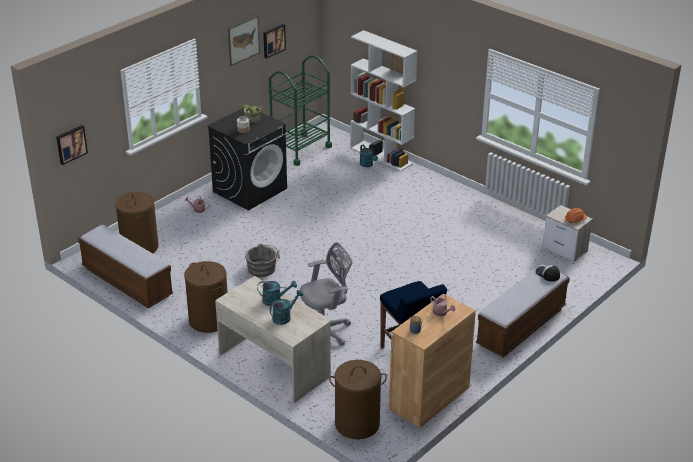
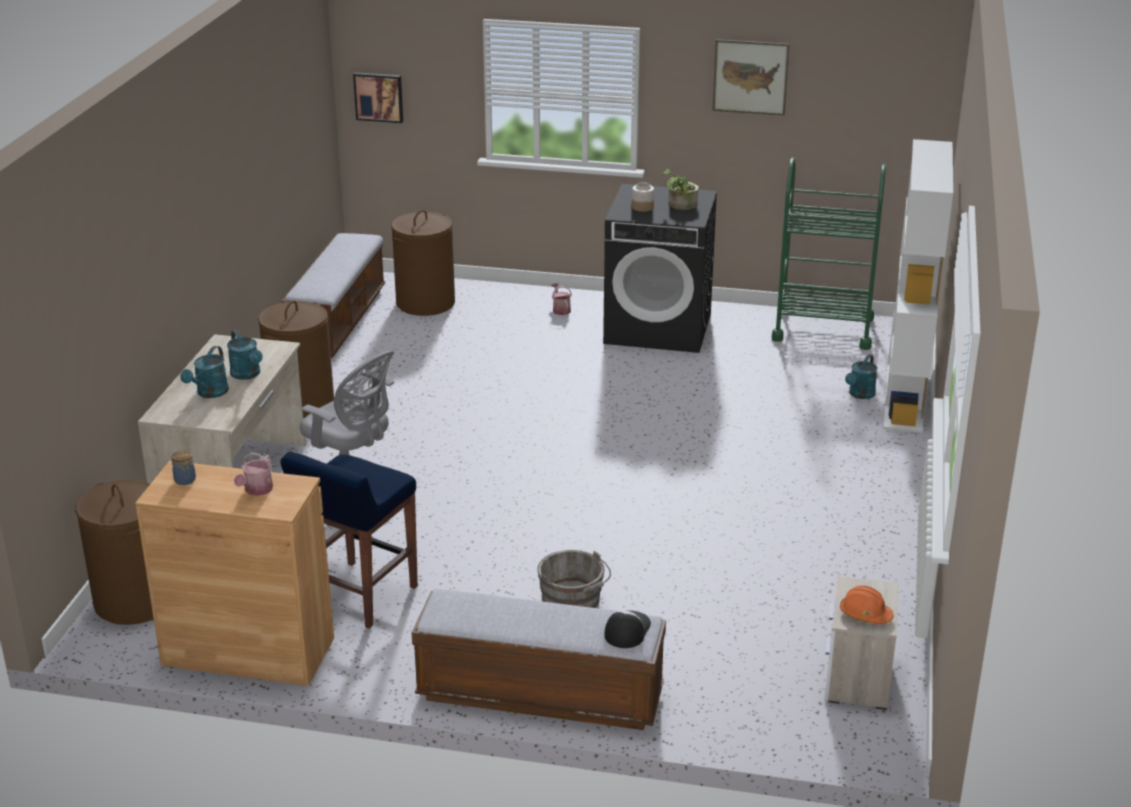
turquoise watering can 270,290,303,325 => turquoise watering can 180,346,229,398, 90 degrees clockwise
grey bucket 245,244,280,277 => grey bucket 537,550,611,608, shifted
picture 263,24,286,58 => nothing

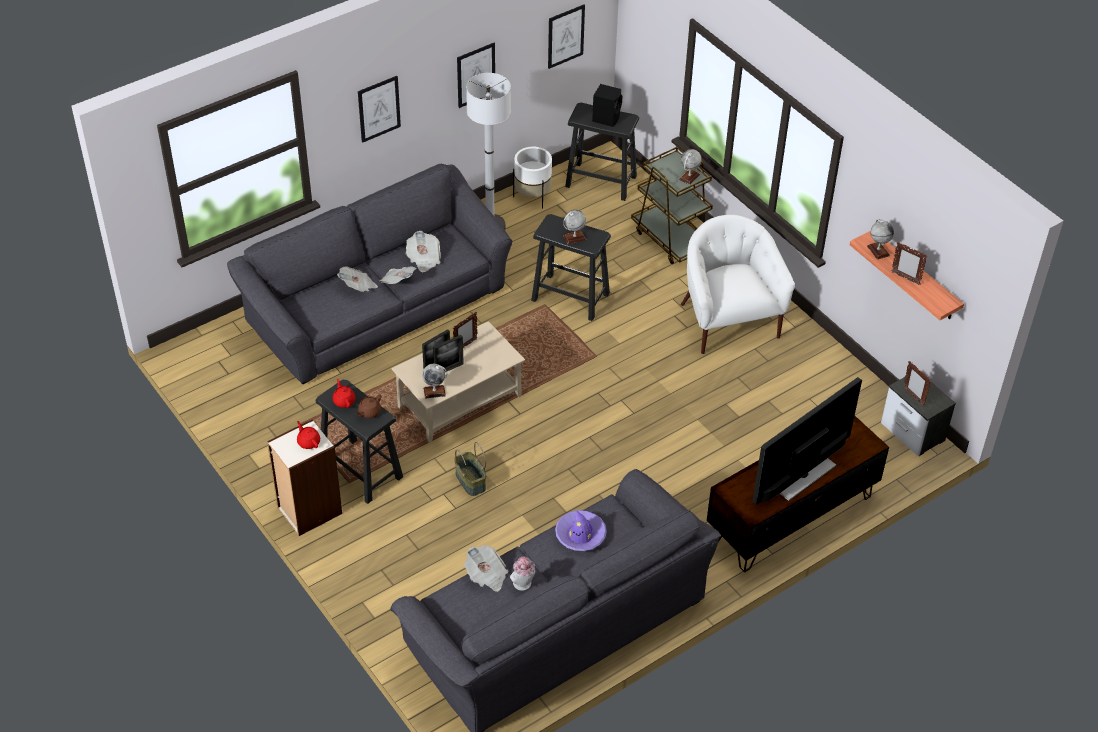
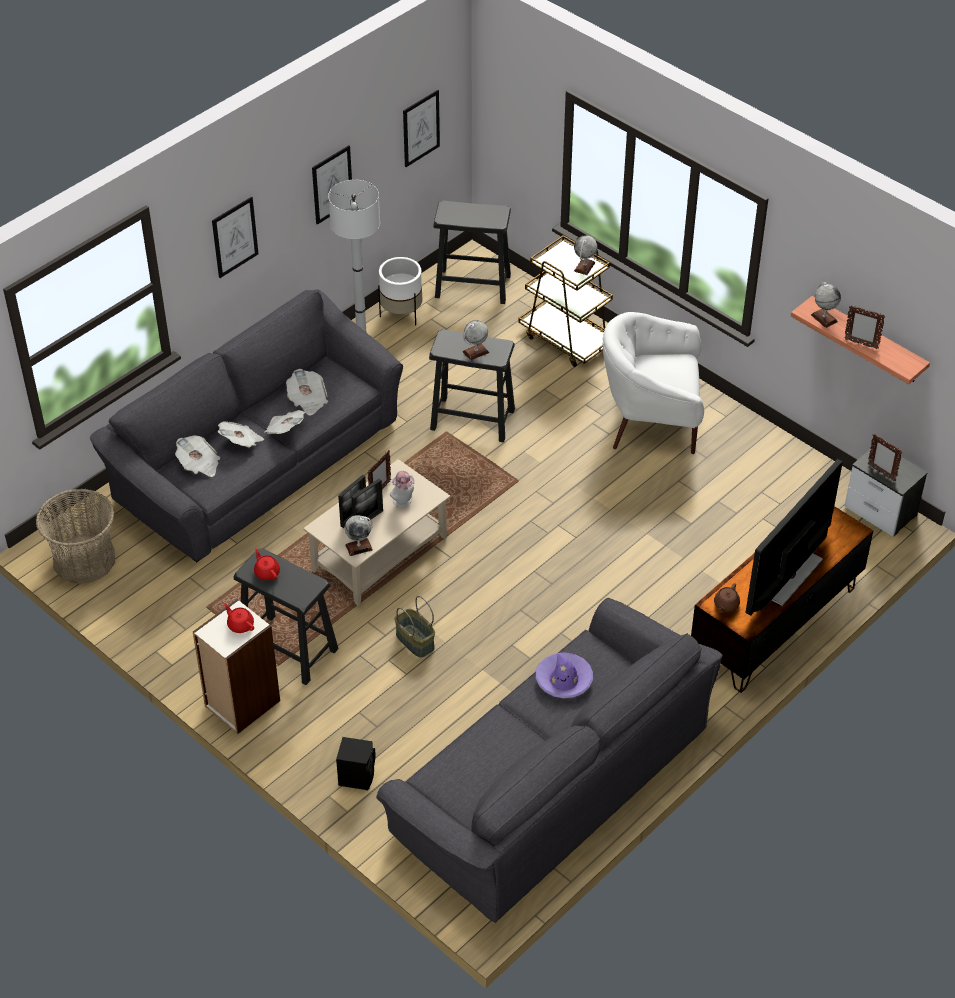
nothing => basket 36,489,115,584
newspaper 464,545,508,592 => newspaper 175,435,220,477, shifted
black speaker 592,84,623,127 => black speaker 336,737,376,790, shifted
hat 510,557,535,591 => hat 390,471,414,508, shifted
white armchair 681,215,795,354 => white armchair 603,312,704,454, 60 degrees counterclockwise
brown teapot 356,395,382,418 => brown teapot 714,583,740,612, shifted

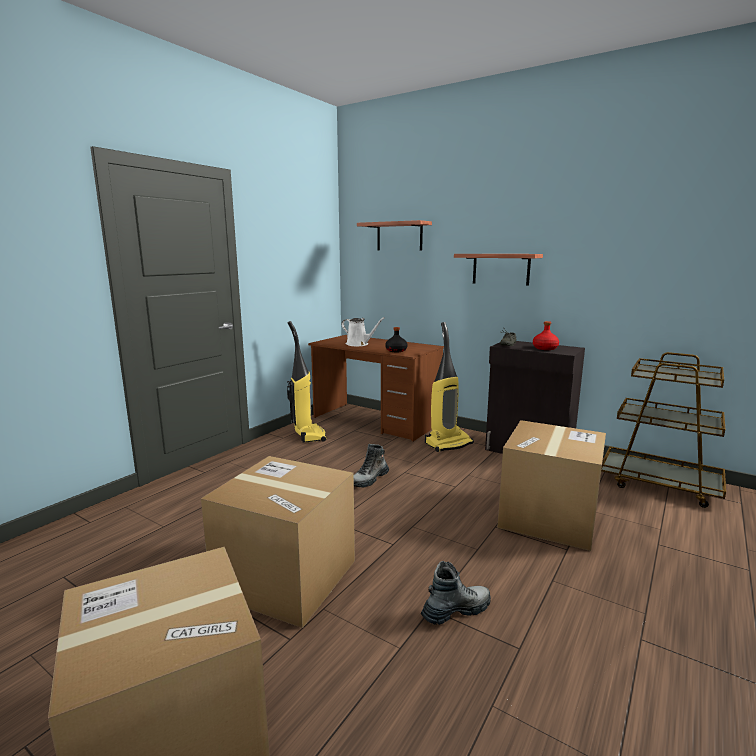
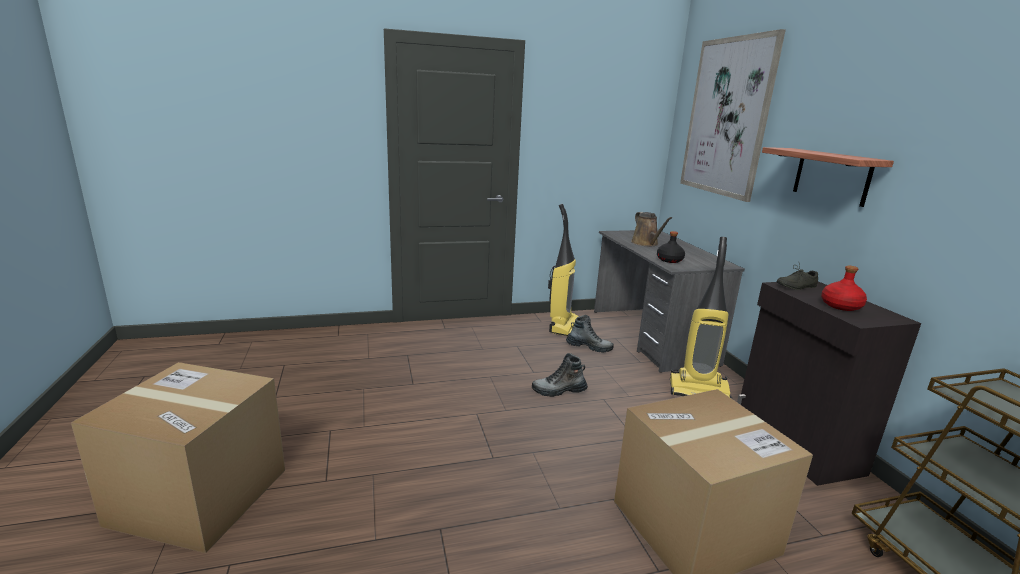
boot 421,561,491,625 => boot 566,315,613,353, shifted
brown desk 308,335,444,442 => grey desk 594,230,745,373
white watering can 341,317,385,346 => brown watering can 631,212,672,246
shelf 357,220,432,251 => picture 680,29,786,202
cardboard box 201,456,355,628 => nothing

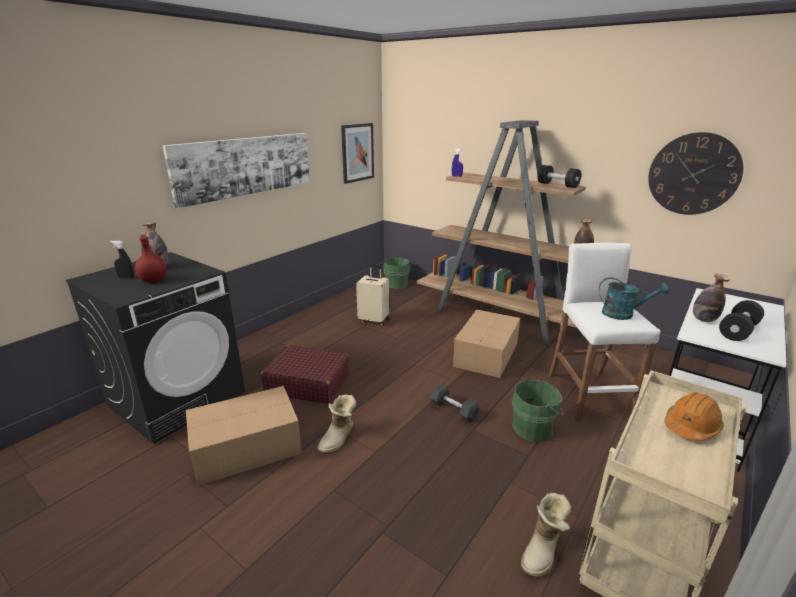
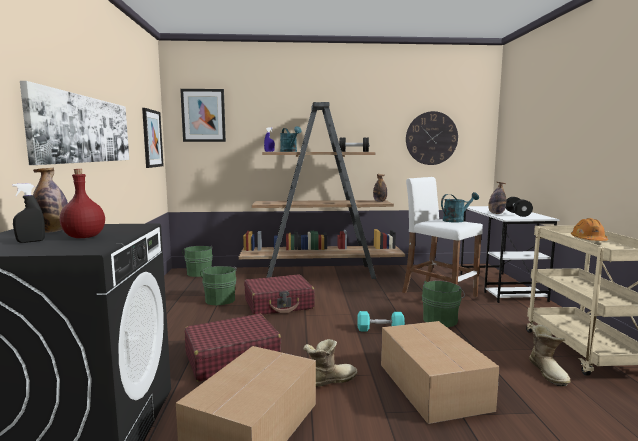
nothing => picture 180,89,226,142
beige suitcase 356,265,389,326 => green bucket 200,266,237,305
nothing => red suitcase 244,274,315,315
nothing => turquoise watering can 280,126,302,152
boot 317,395,356,454 => boot 303,339,358,387, 105 degrees counterclockwise
grey dumbbell 430,384,480,423 => turquoise dumbbell 357,311,405,331
cardboard box 453,310,520,378 => cardboard box 381,321,500,424, shifted

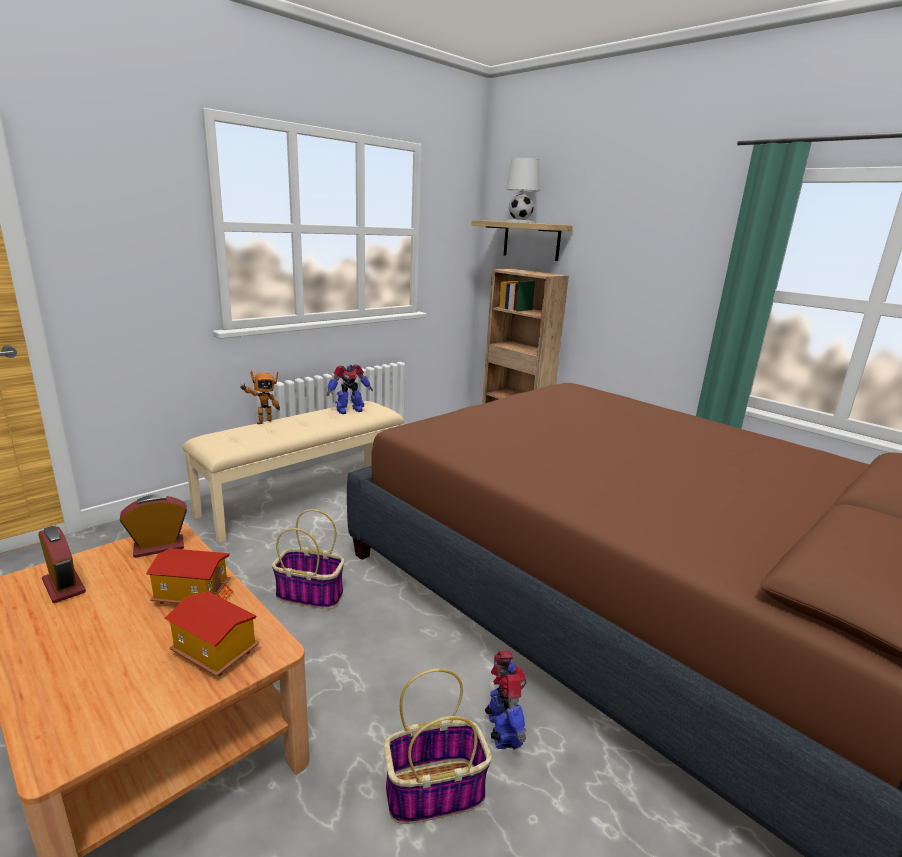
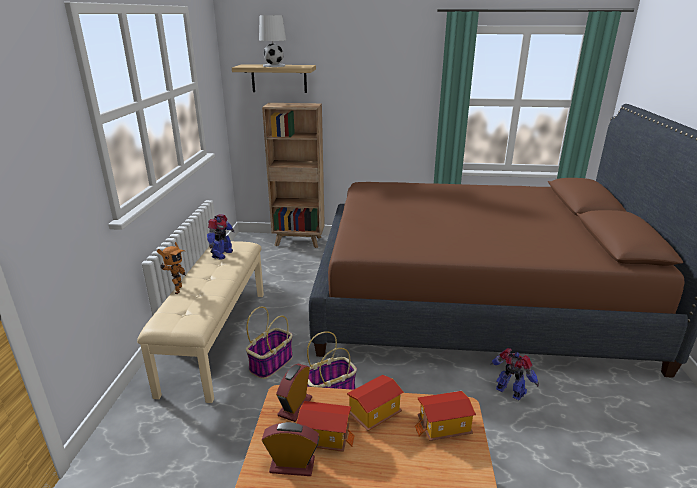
basket 384,669,492,824 => basket 246,307,293,379, shifted
nothing => toy house 297,401,355,452

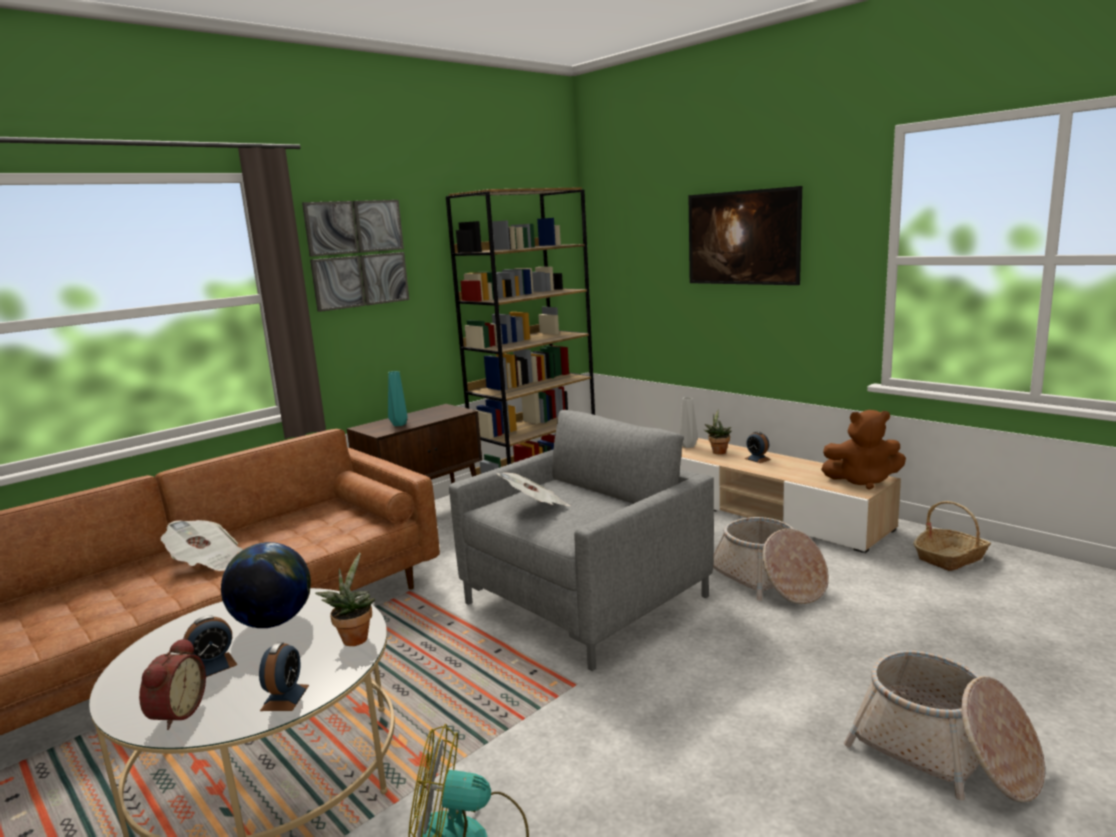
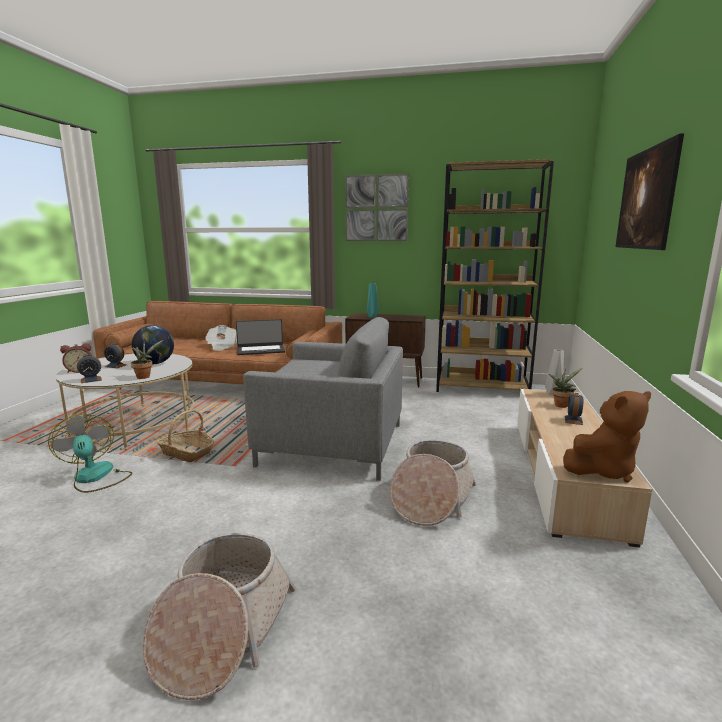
basket 913,501,991,571 => basket 156,410,214,462, shifted
nothing => laptop 236,319,285,355
brown plush toy 821,410,906,490 => brown plush toy 563,391,651,482, 90 degrees counterclockwise
newspaper 496,473,571,506 => nothing

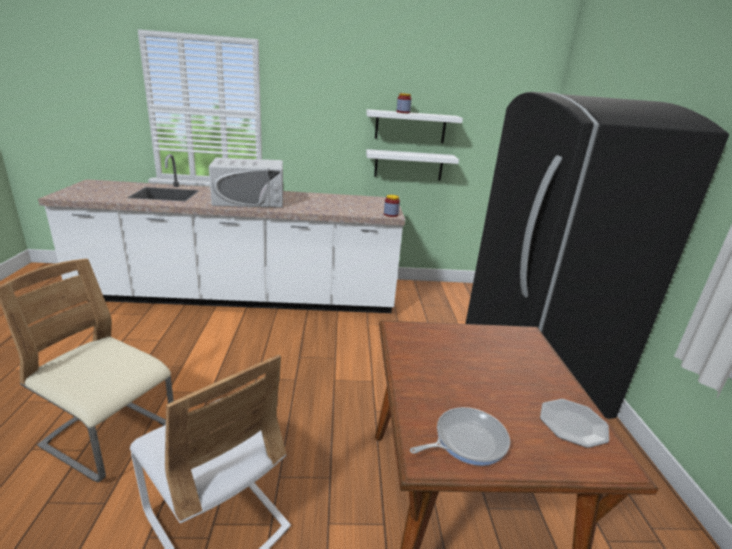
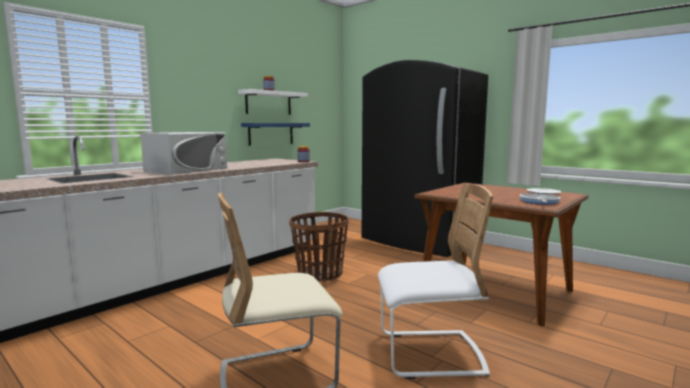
white shelf 366,149,459,181 => blue shelf 241,123,310,146
nothing => basket 290,212,349,281

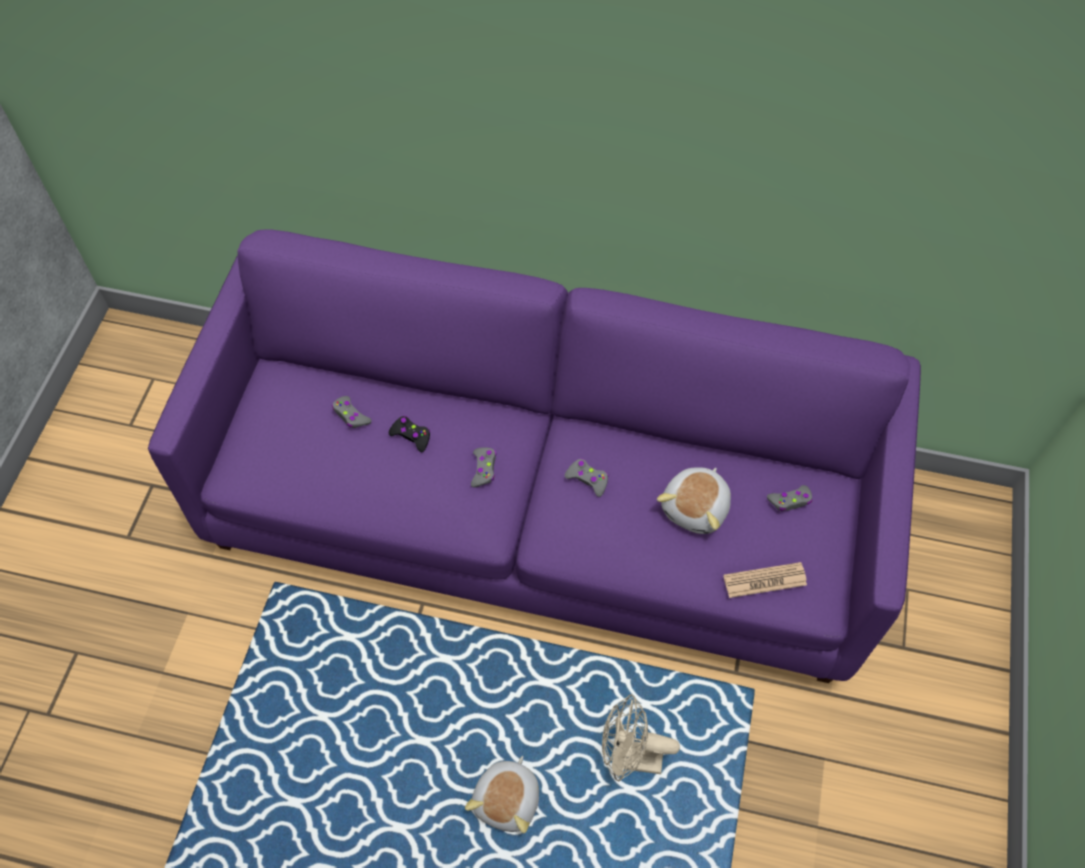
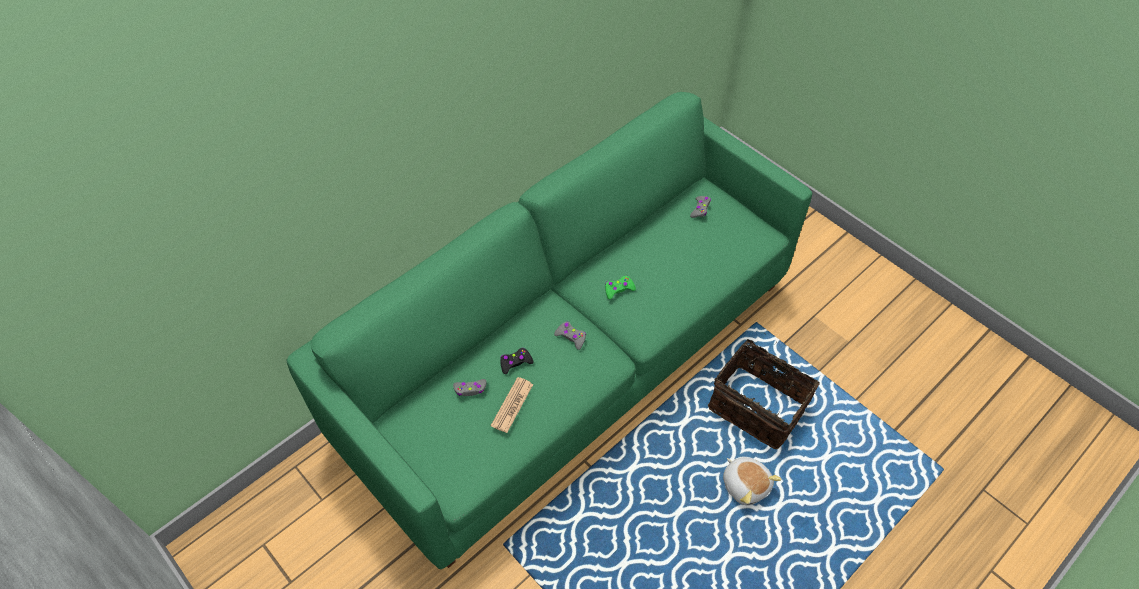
purple sofa 148,229,921,683 => green sofa 286,92,812,569
newspaper 723,562,807,598 => newspaper 491,377,533,433, shifted
grey game controller 565,458,608,497 => green game controller 605,275,636,299
beige fan 602,694,680,782 => basket 708,339,820,449
plush toy 657,467,731,534 => nothing

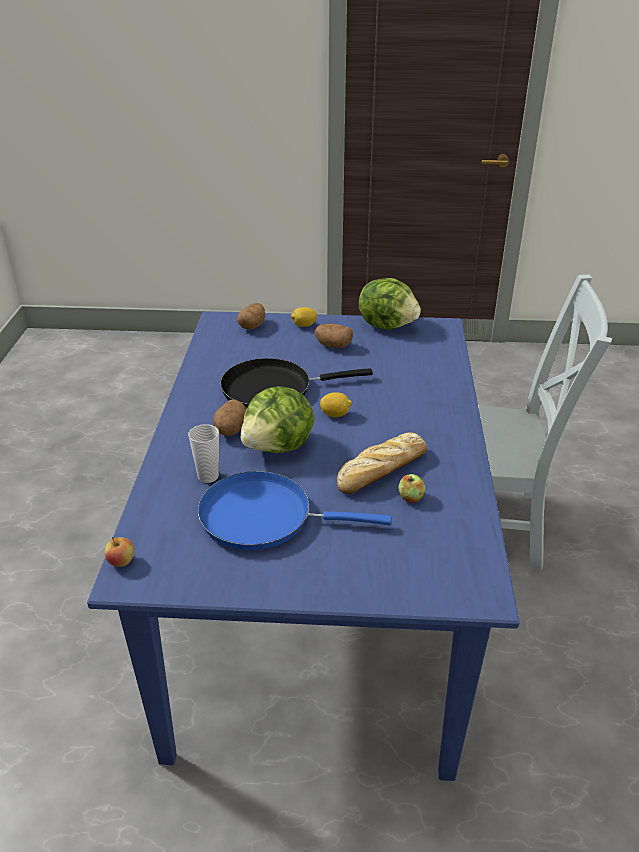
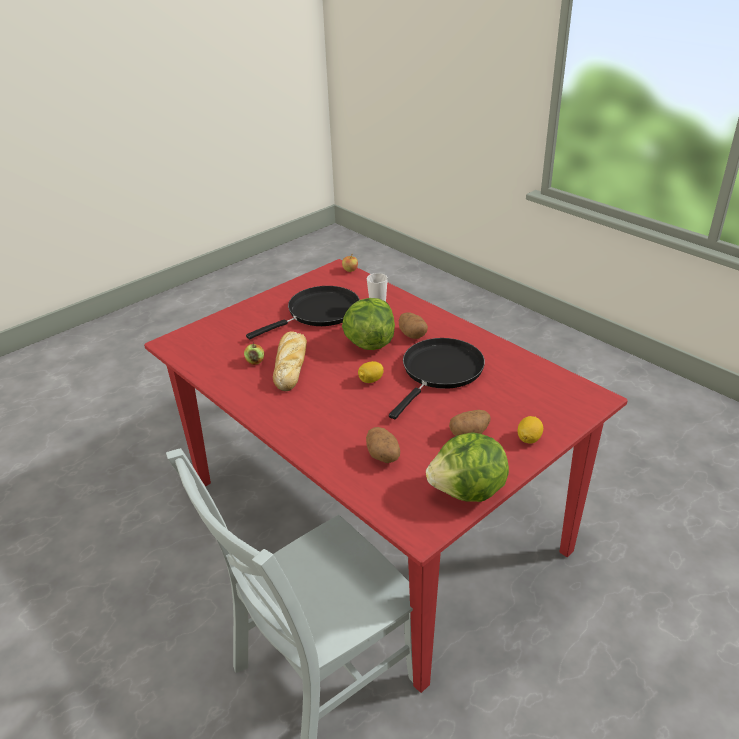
blue dining table 87,311,520,781 => red dining table 144,259,628,693
blue frying pan 198,471,392,550 => black frying pan 246,286,360,339
potato 237,303,265,330 => potato 366,427,400,463, shifted

